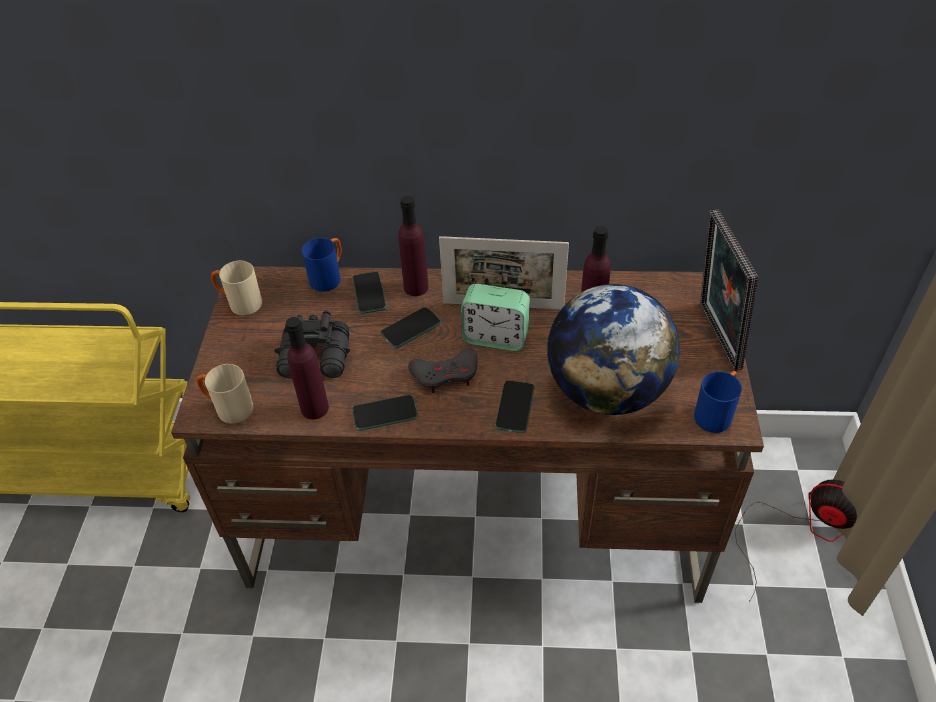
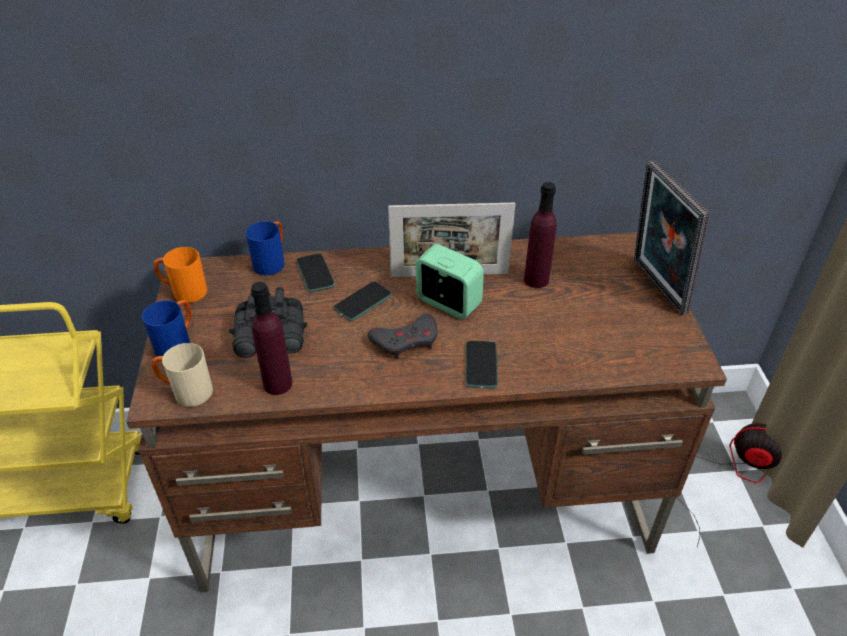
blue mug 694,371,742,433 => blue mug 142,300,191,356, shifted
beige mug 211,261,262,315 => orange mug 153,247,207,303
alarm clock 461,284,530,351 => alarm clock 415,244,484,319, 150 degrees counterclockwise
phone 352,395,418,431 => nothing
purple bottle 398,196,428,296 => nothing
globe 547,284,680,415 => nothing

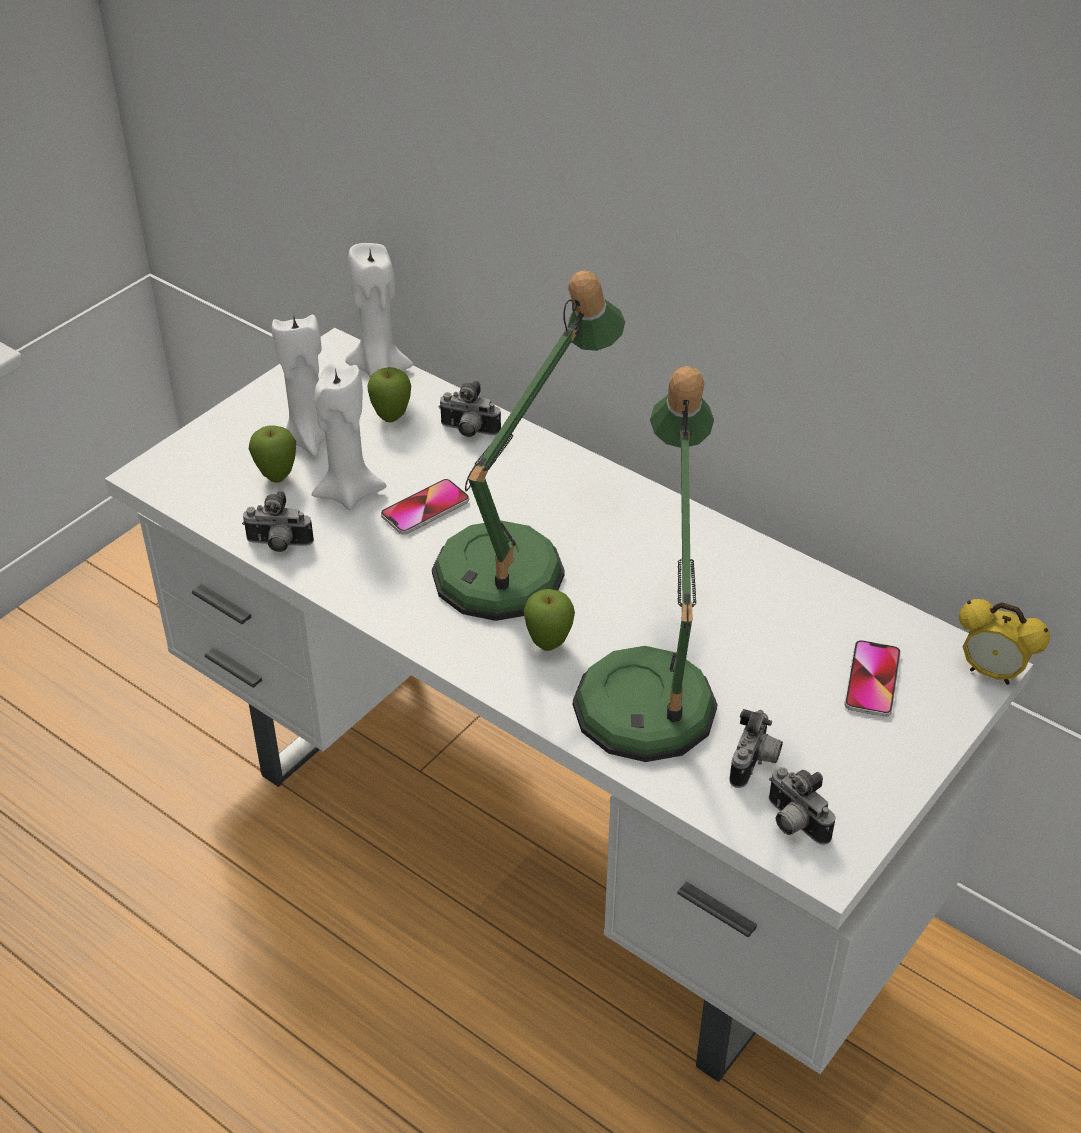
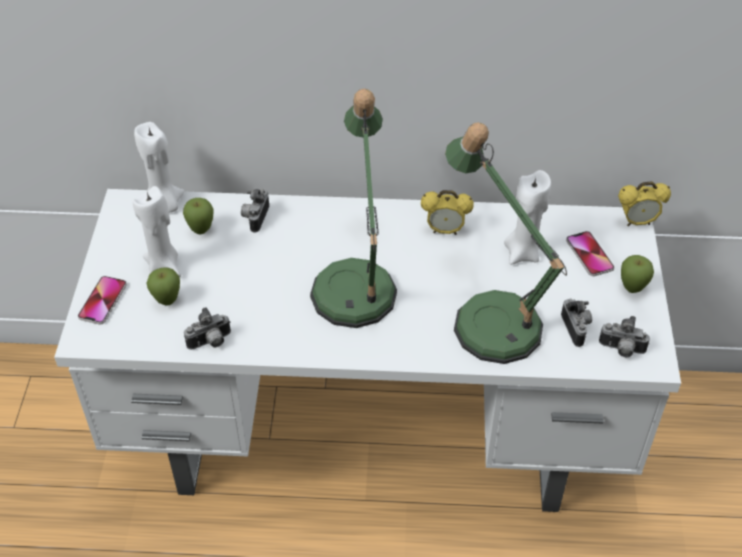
phone 381,479,469,534 => phone 78,276,127,325, shifted
photo camera 438,381,501,437 => photo camera 241,188,269,232, 120 degrees clockwise
nothing => alarm clock 421,190,474,235
white candle 311,364,386,510 => white candle 504,170,551,265, shifted
apple 523,589,575,651 => apple 621,255,654,293, shifted

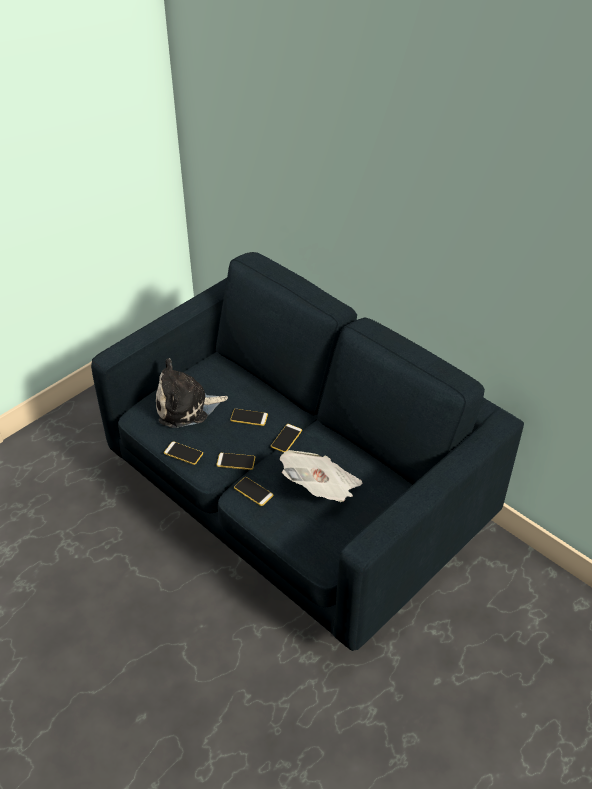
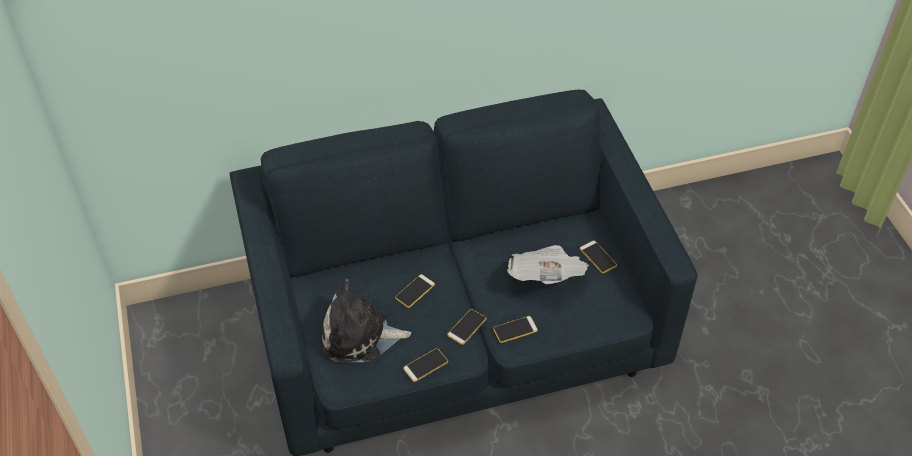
plush toy 156,358,228,428 => plush toy 322,278,411,363, 75 degrees clockwise
phone 271,424,302,453 => phone 580,241,617,273, shifted

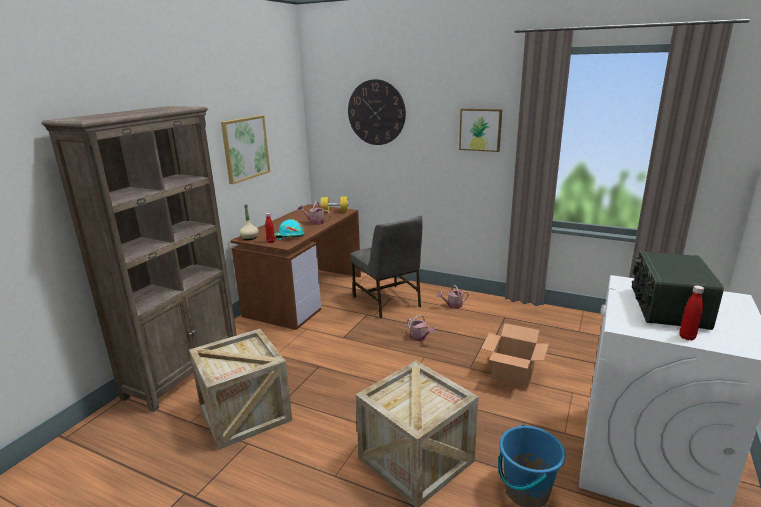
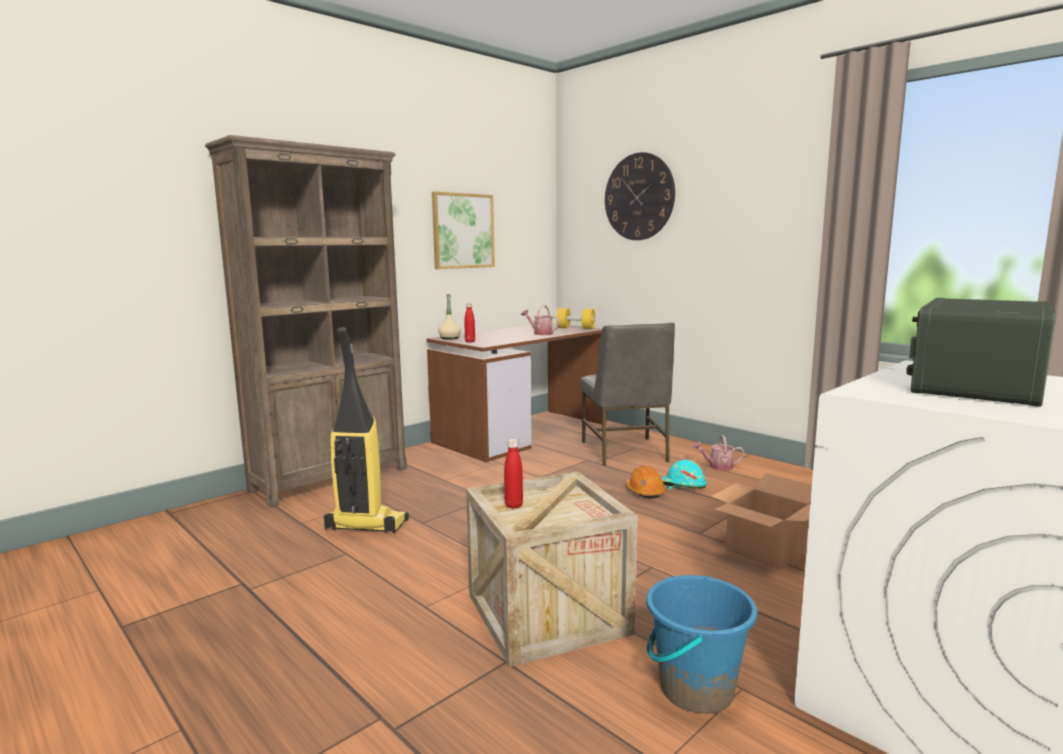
crate 189,329,292,450 => vacuum cleaner 324,328,409,533
red bottle 679,285,704,340 => red bottle 504,439,523,509, shifted
watering can 407,315,435,341 => orange hard hat 626,466,666,499
turquoise hard hat 274,219,304,240 => turquoise hard hat 661,460,707,489, shifted
picture 459,109,502,152 => nothing

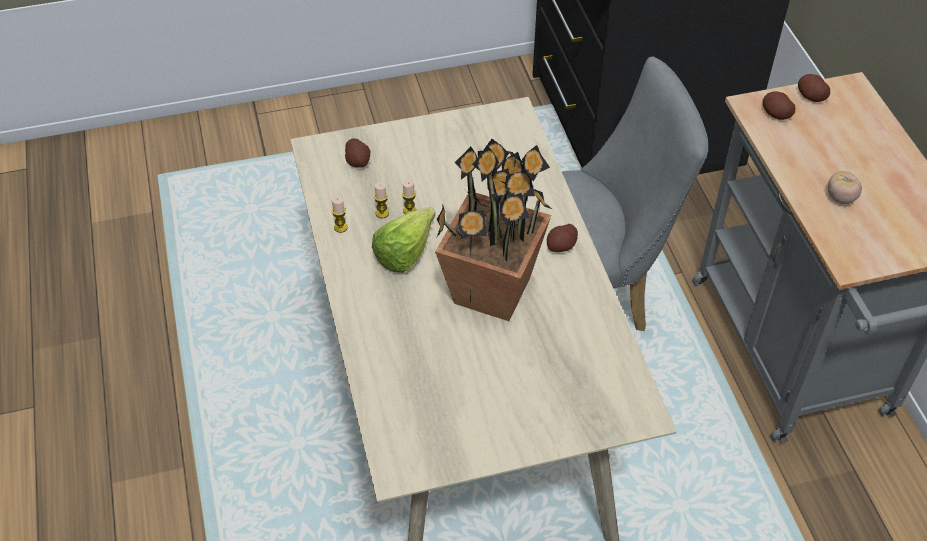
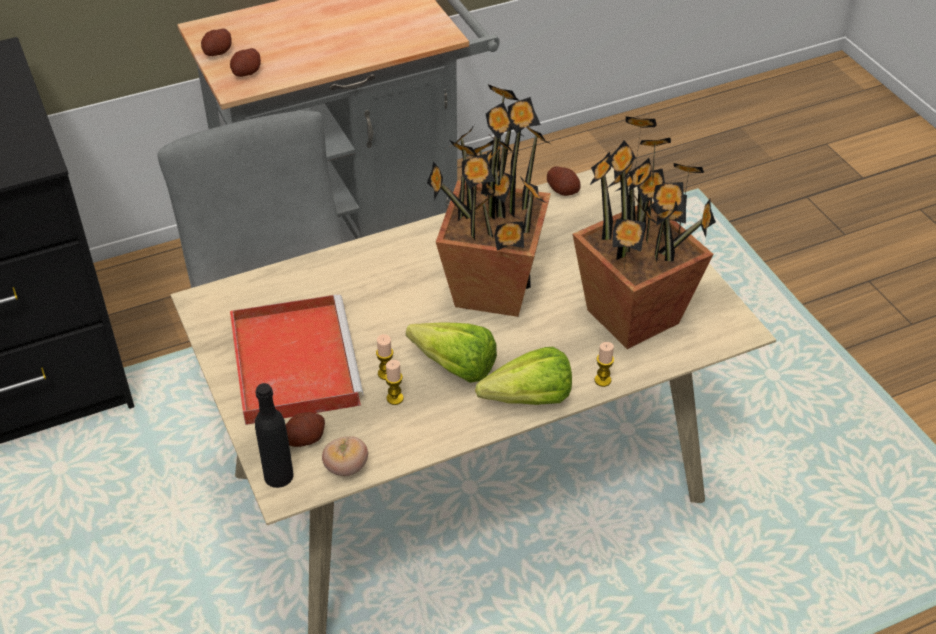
nothing => red tray 230,295,364,425
nothing => black bottle 255,383,294,488
tomato 828,171,862,204 => tomato 322,436,368,476, shifted
nothing => lettuce 475,347,572,405
potato 547,224,578,252 => potato 547,167,580,196, shifted
nothing => potted plant 573,116,716,349
candle 332,196,348,233 => candle 594,342,614,387, shifted

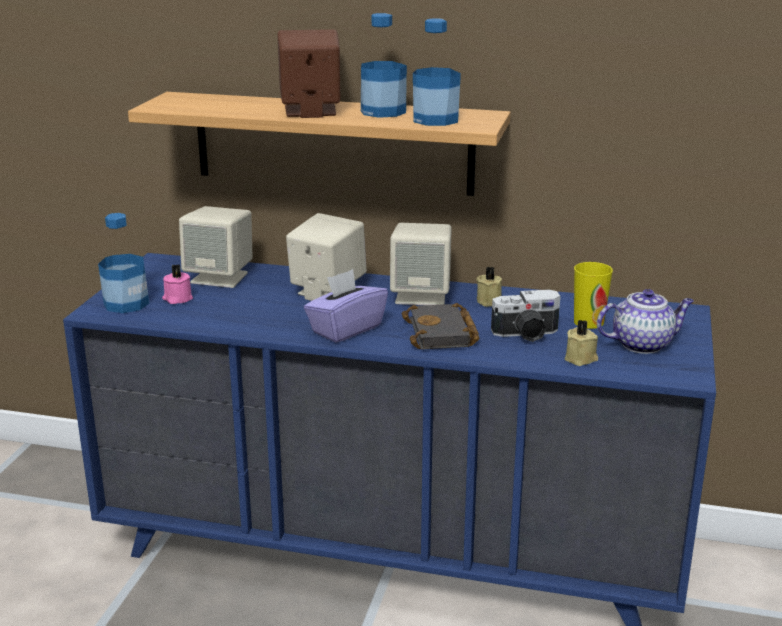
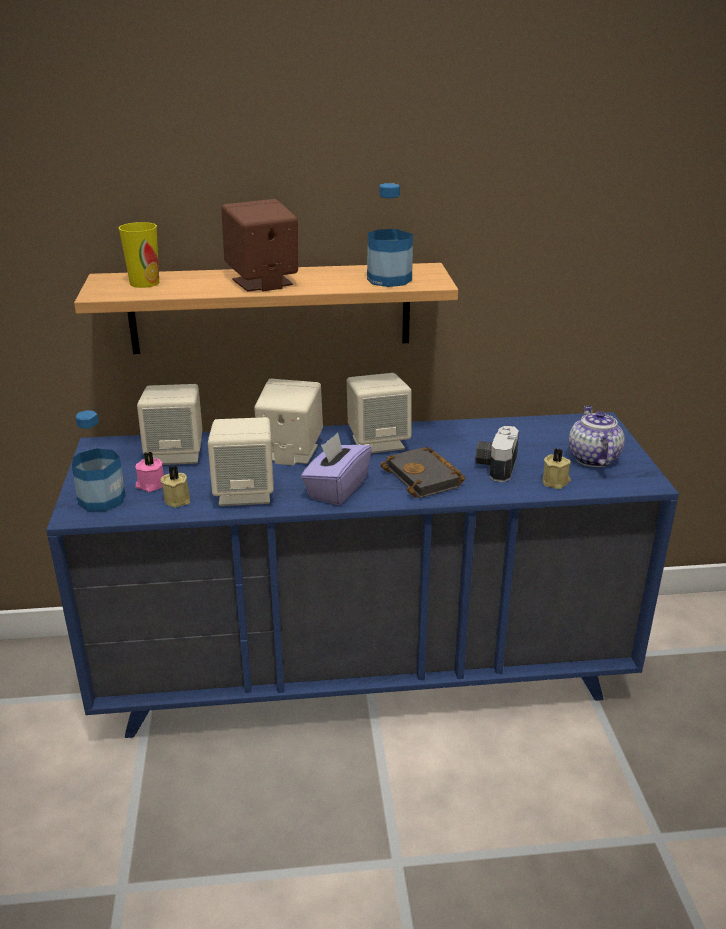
cup 574,262,613,329 => cup 119,222,159,288, shifted
beige candle 477,266,502,307 => beige candle 160,466,190,508, shifted
nothing => beige speaker 208,417,274,506
photo camera 491,289,561,342 => photo camera 476,426,519,482, 135 degrees clockwise
teapot 597,289,694,354 => teapot 568,406,625,467, 60 degrees counterclockwise
bottle 361,13,407,118 => nothing

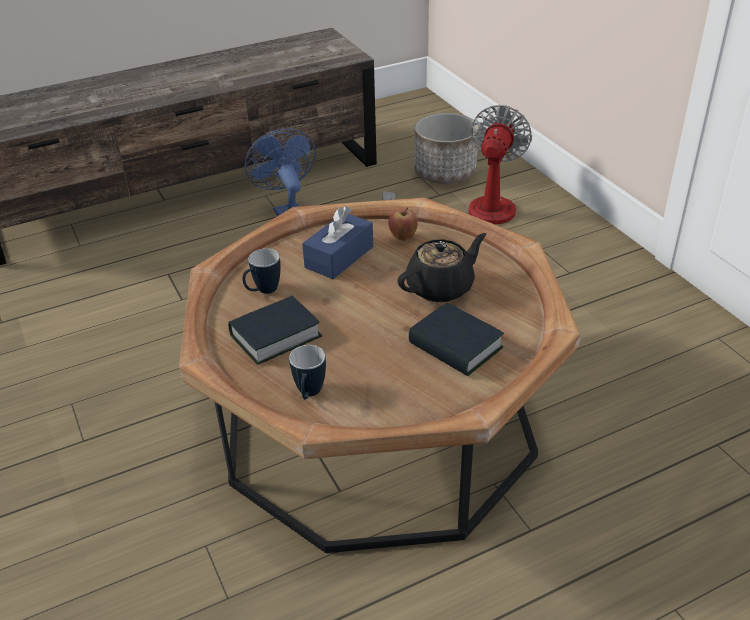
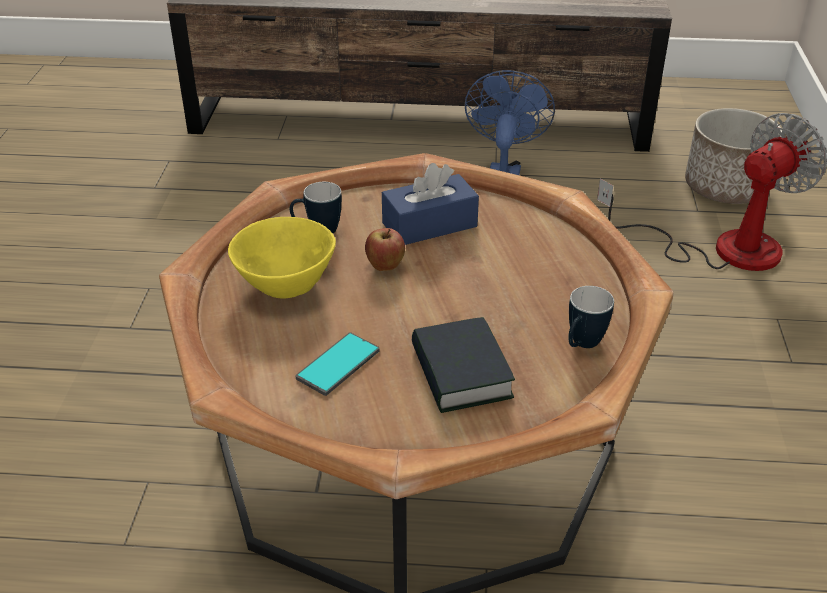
book 228,296,322,365 => yellow bowl 228,217,336,299
nothing => phone 295,332,379,396
apple 388,207,418,241 => apple 365,228,405,271, shifted
mug 289,345,326,399 => mug 568,286,614,348, shifted
black teapot 397,233,486,302 => nothing

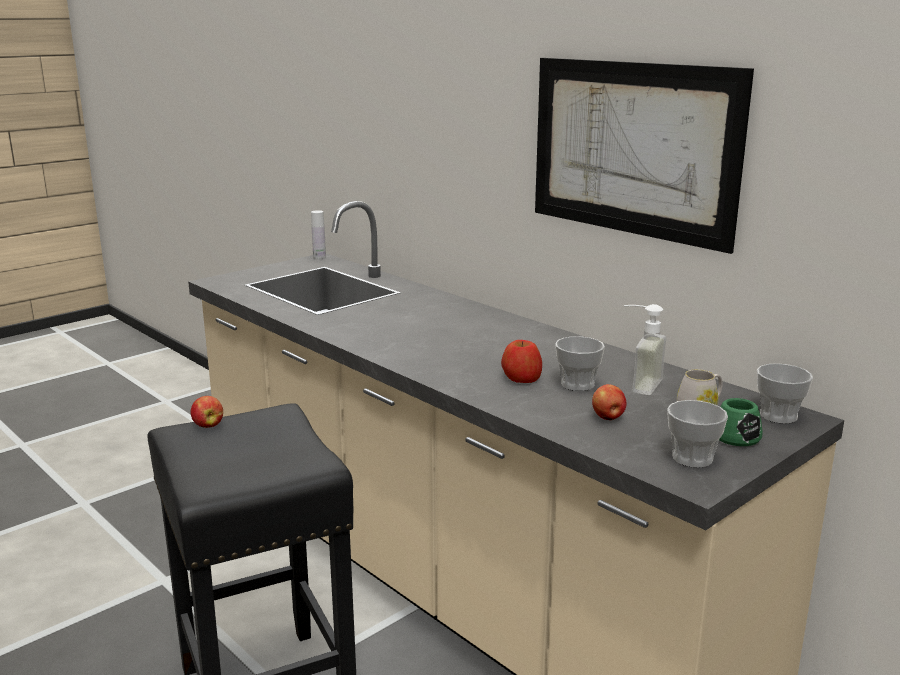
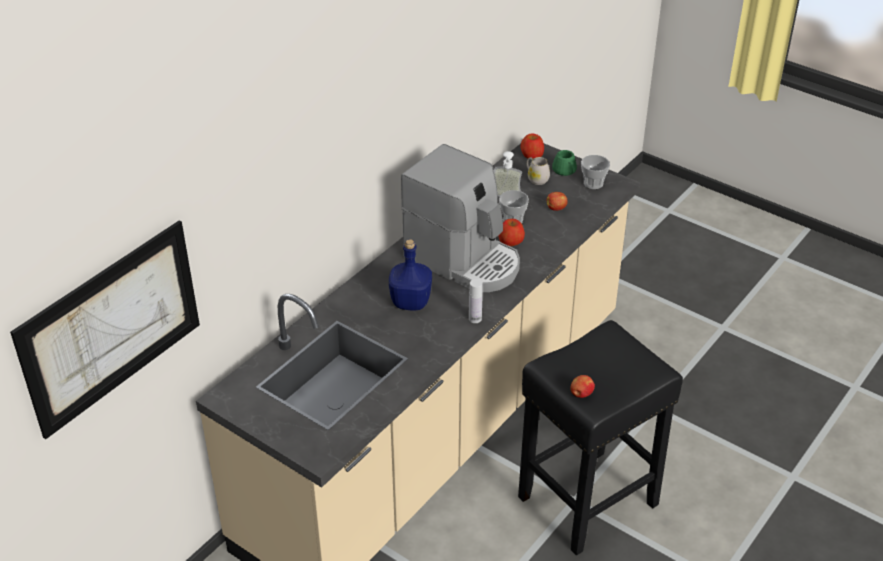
picture 535,58,754,254 => picture 10,221,200,439, shifted
nothing => blue bottle 389,239,432,310
nothing => coffee machine 401,144,520,292
white bottle 311,210,326,259 => white bottle 469,279,483,323, shifted
cup 757,363,813,424 => apple 520,133,544,159

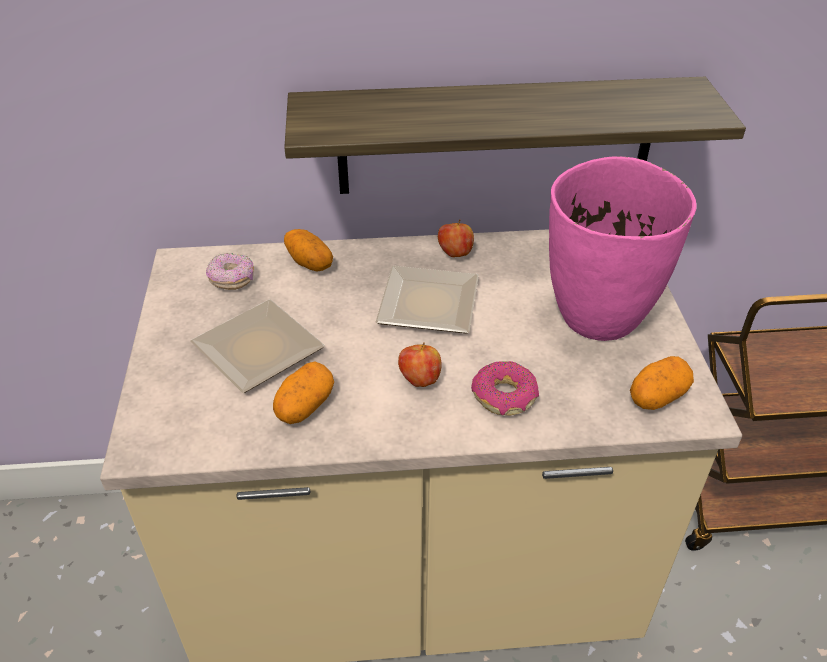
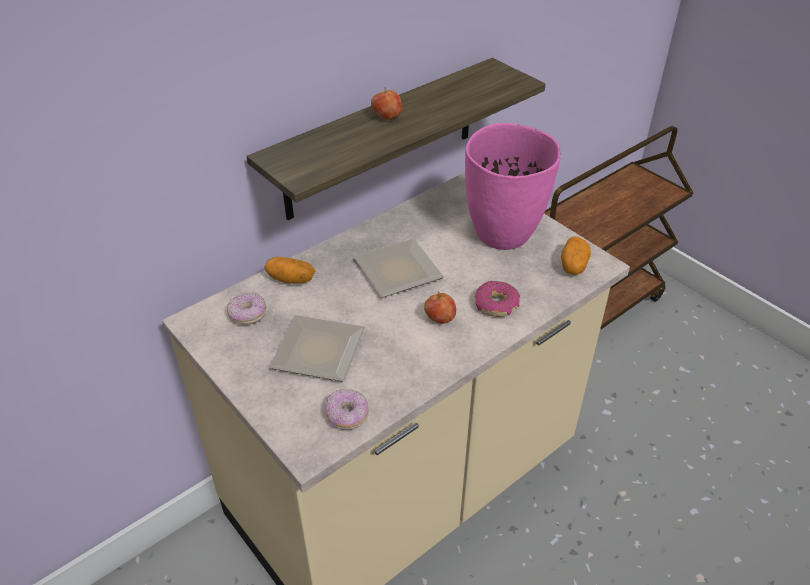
nothing => donut 325,389,369,430
apple 438,219,474,257 => apple 371,87,402,120, shifted
potato 273,361,334,424 => nothing

